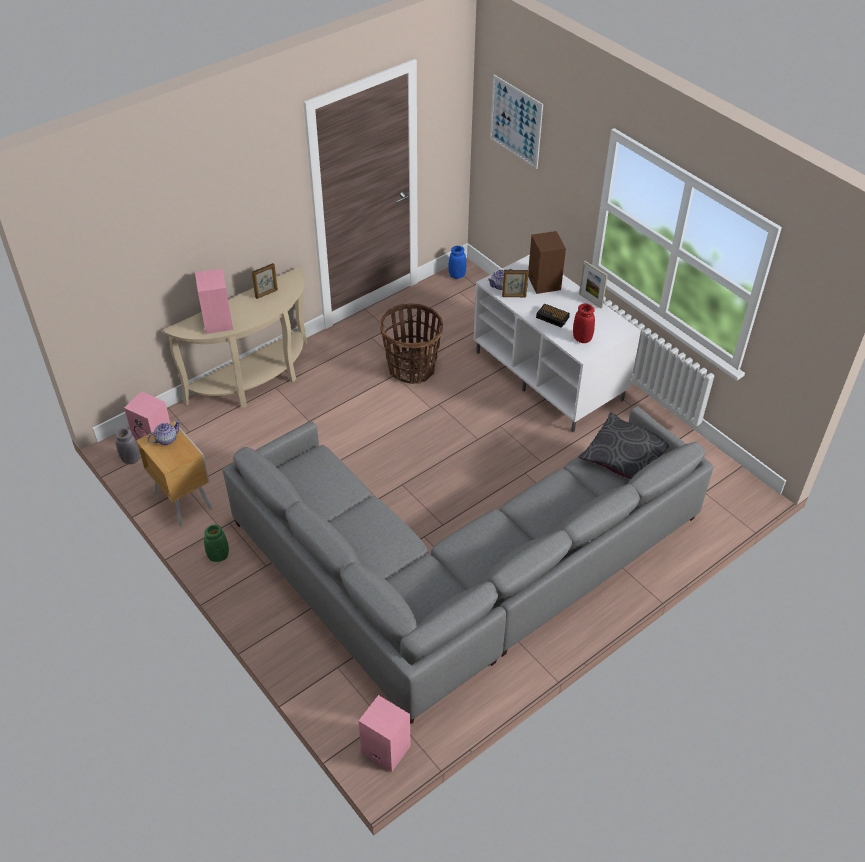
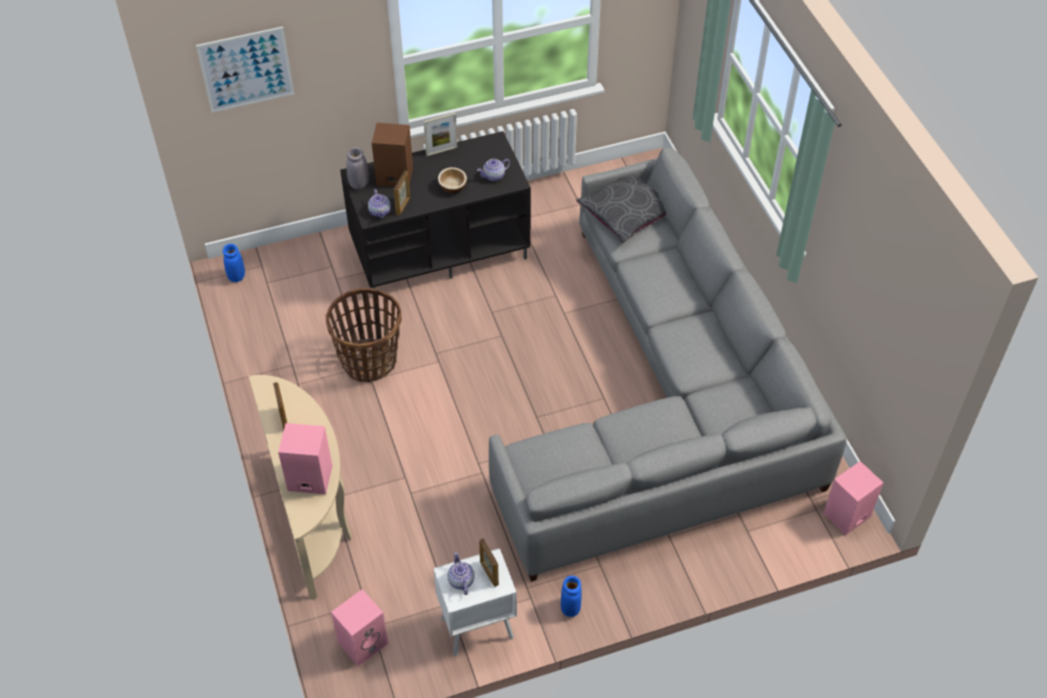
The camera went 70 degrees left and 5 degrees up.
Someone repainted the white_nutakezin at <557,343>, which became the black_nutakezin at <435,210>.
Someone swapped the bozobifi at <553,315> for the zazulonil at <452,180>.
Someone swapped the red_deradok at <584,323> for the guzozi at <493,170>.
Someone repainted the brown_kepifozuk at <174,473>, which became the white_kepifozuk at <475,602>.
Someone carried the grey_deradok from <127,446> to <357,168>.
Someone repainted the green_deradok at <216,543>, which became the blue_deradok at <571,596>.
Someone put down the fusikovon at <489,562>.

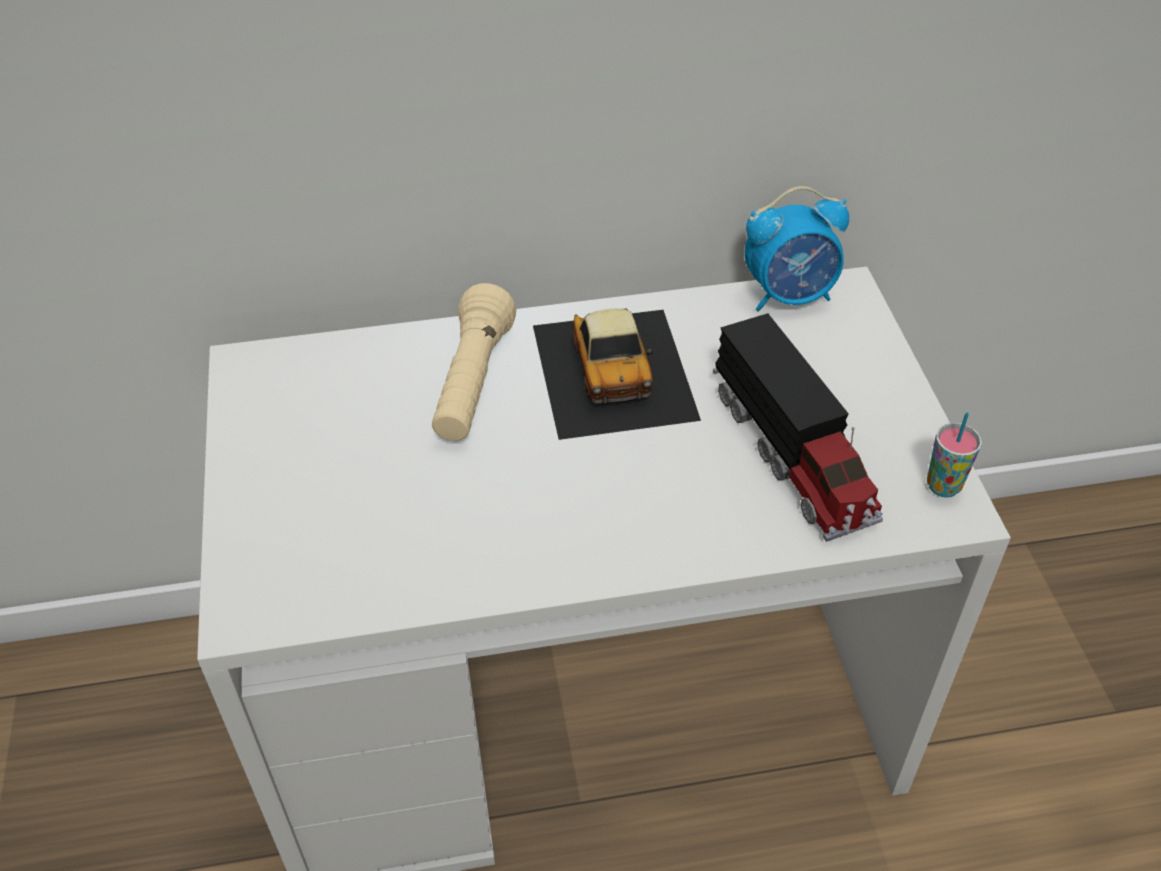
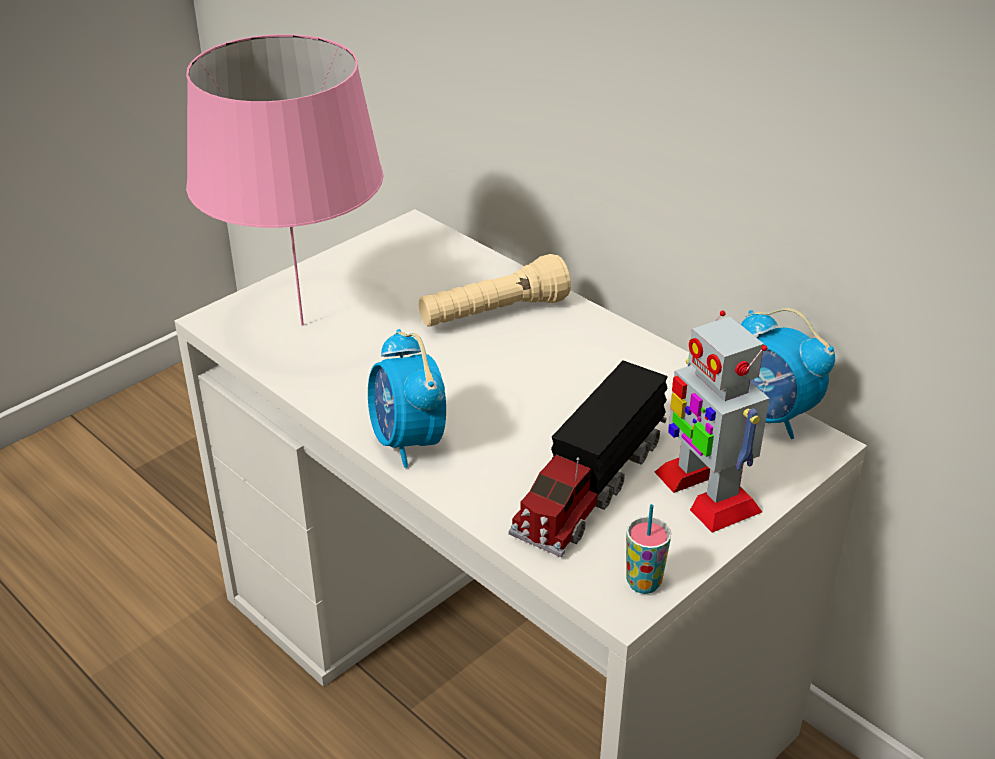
The camera went 55 degrees right and 10 degrees down.
Someone took away the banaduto at <617,374>.
Someone put down the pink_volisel at <284,180>.
Someone put down the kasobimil at <712,421>.
Someone put down the bozobifi at <407,398>.

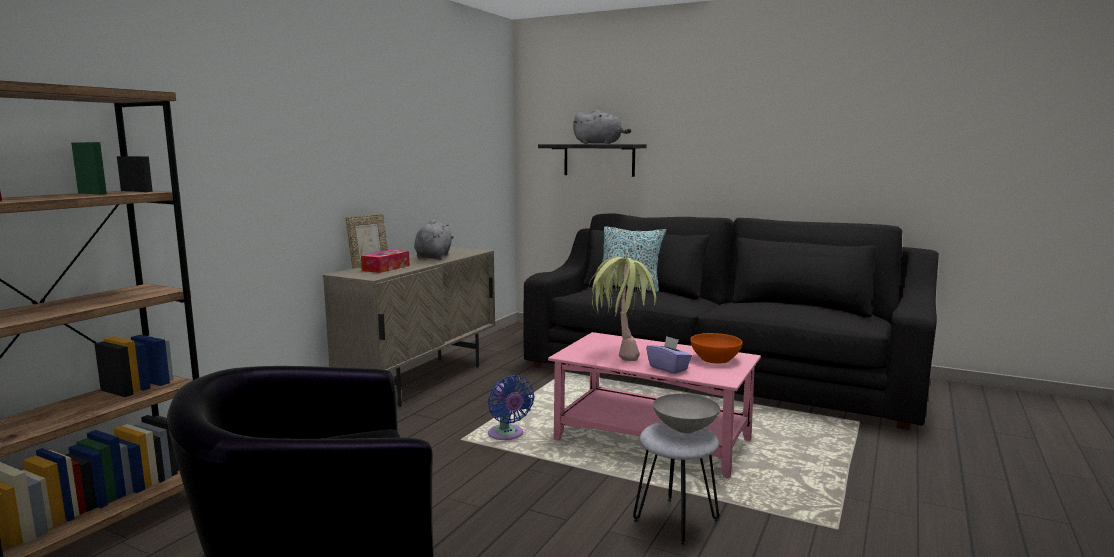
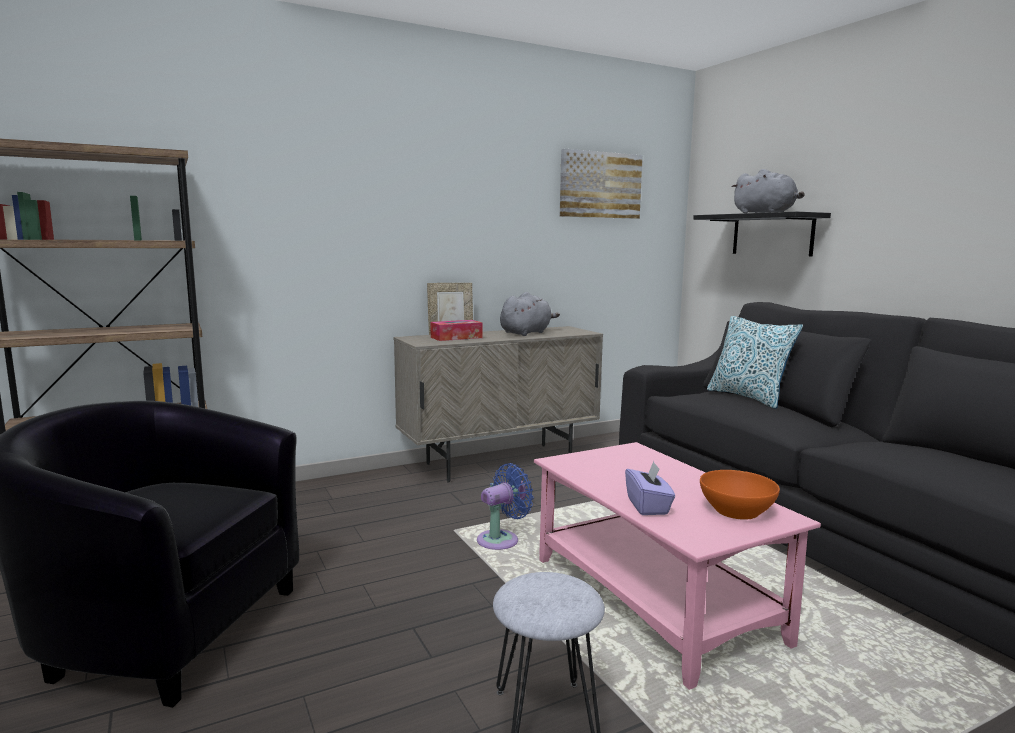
The camera went 35 degrees right and 0 degrees up.
Someone took away the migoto at <622,308>.
Someone rotated the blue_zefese at <511,407> by 135 degrees counterclockwise.
Someone took away the grey_zazulonil at <686,413>.
Someone put up the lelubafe at <601,184>.

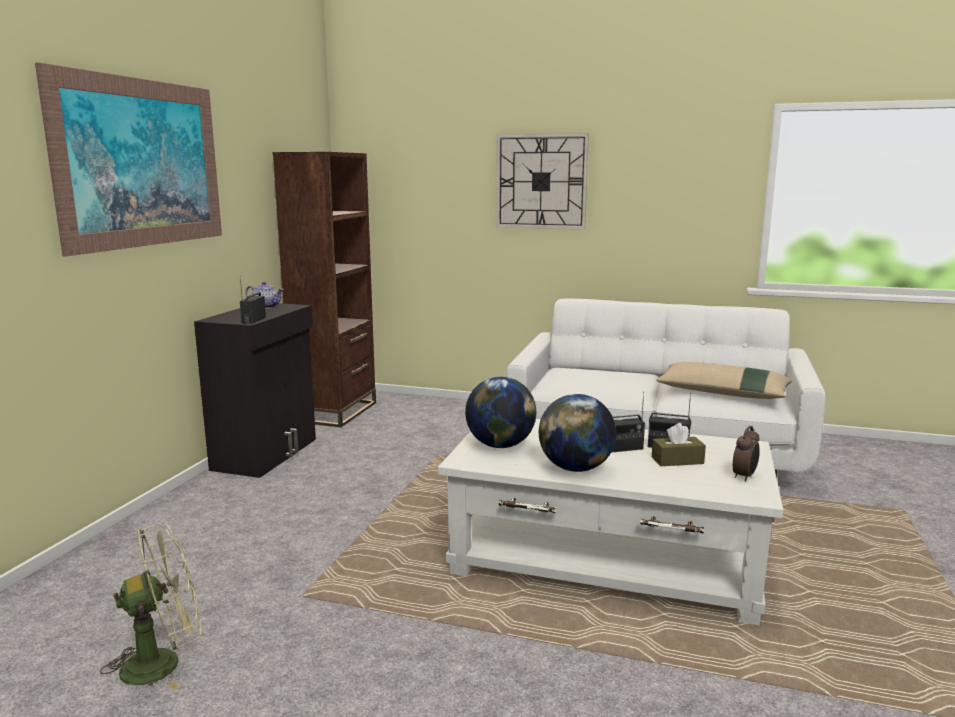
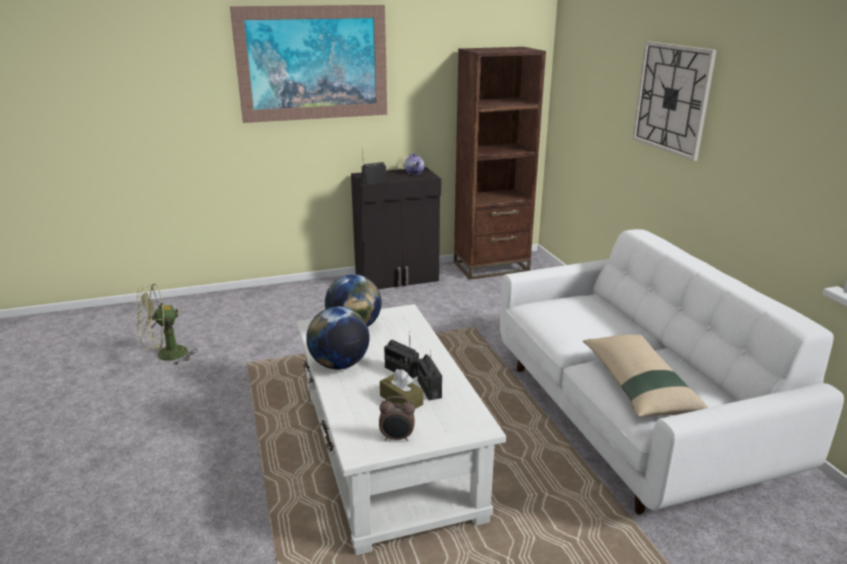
The camera went 55 degrees right and 10 degrees up.
Someone rotated the green_zefese at <150,607> by 120 degrees clockwise.

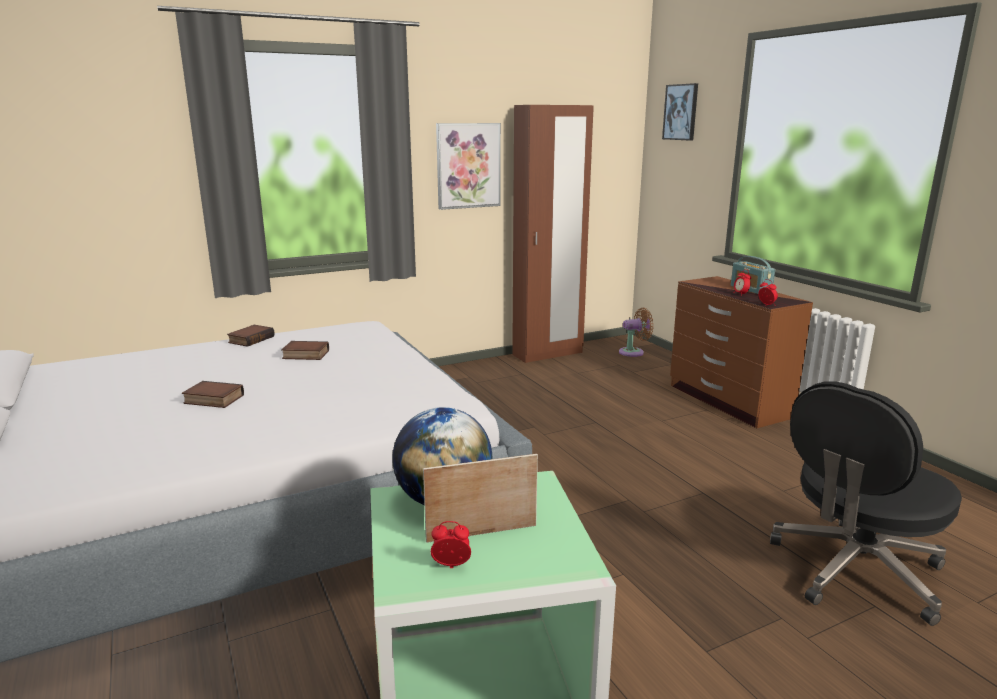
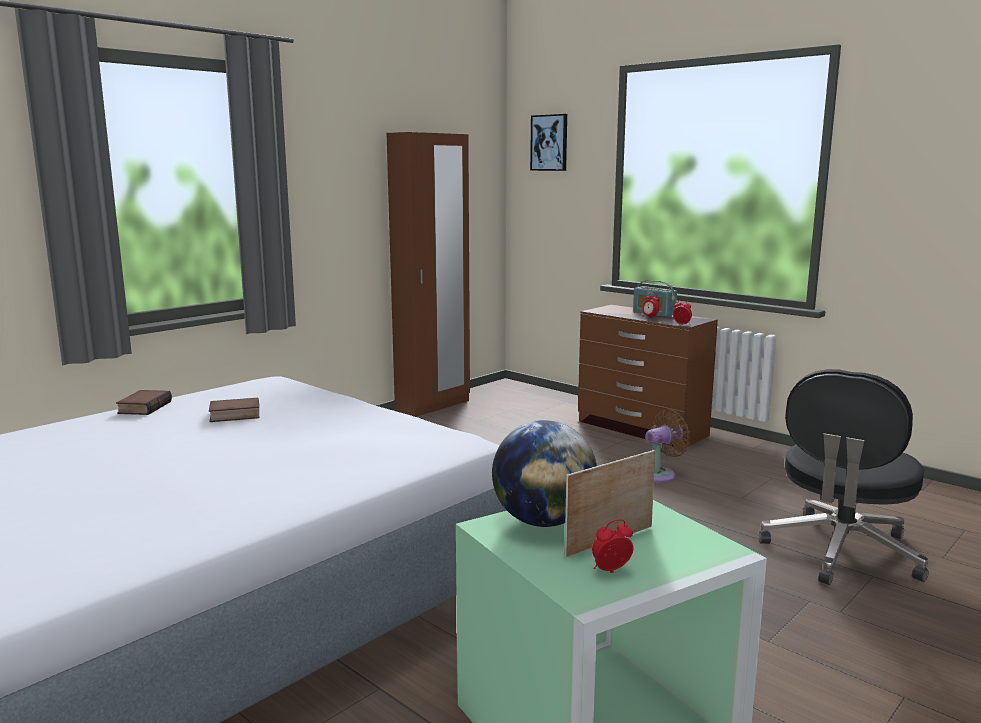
The camera went 20 degrees left and 5 degrees down.
Someone took away the lelubafe at <468,166>.
Someone carried the brown_zefese from <636,332> to <668,446>.
Someone took away the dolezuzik at <213,394>.

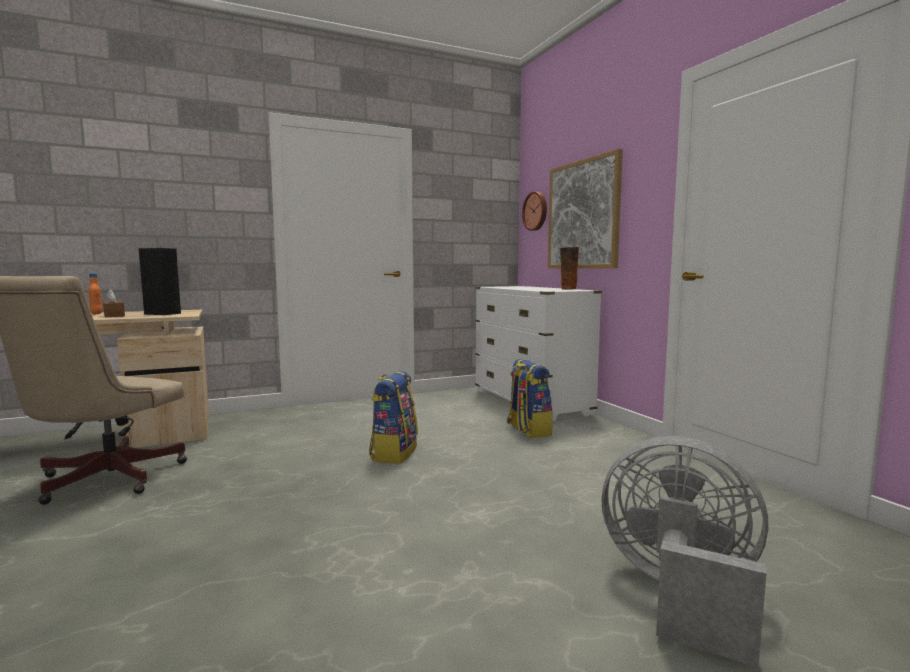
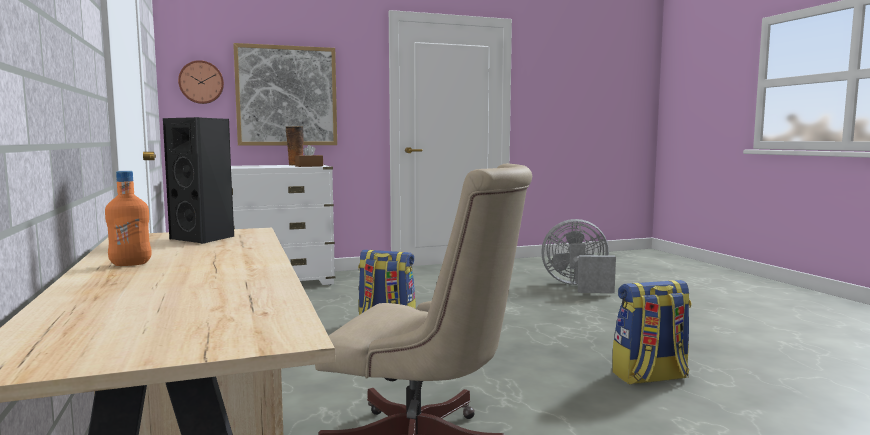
The camera went 85 degrees left and 0 degrees up.
Someone carried the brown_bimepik from <114,303> to <309,156>.
Someone carried the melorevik from <530,398> to <651,332>.
Someone rotated the grey_zefese at <684,551> by 60 degrees clockwise.

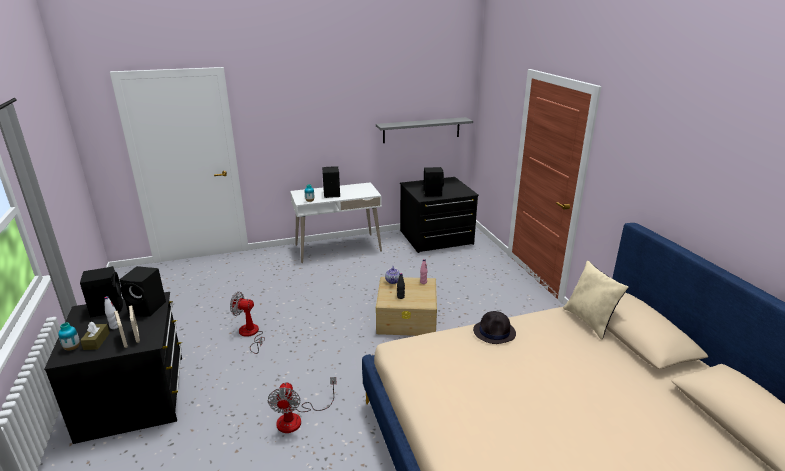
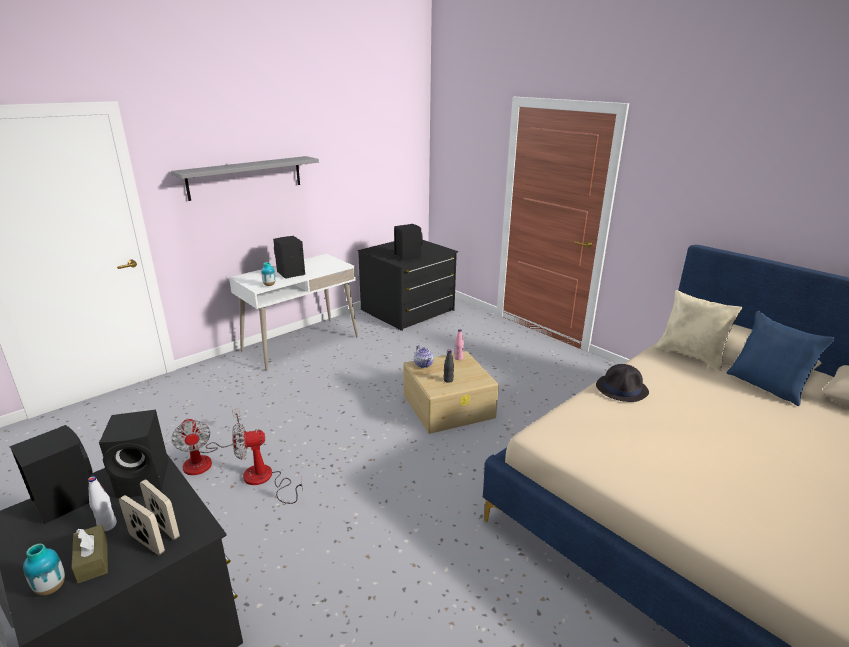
The camera went 25 degrees left and 0 degrees up.
Someone carried the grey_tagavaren from <424,130> to <245,178>.
Someone carried the zefese from <302,405> to <205,441>.
Someone put down the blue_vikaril at <780,358>.

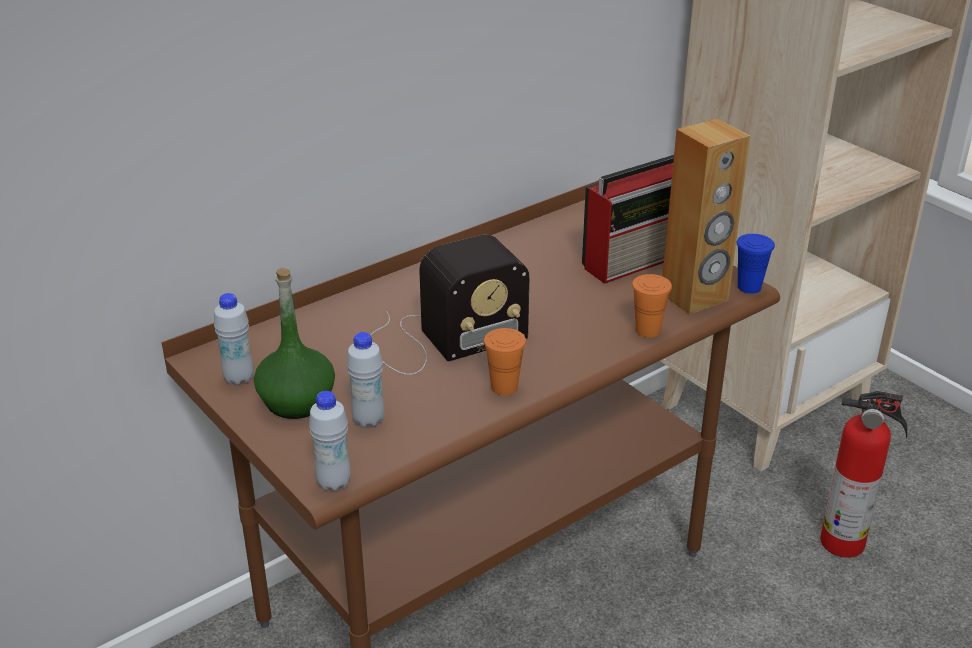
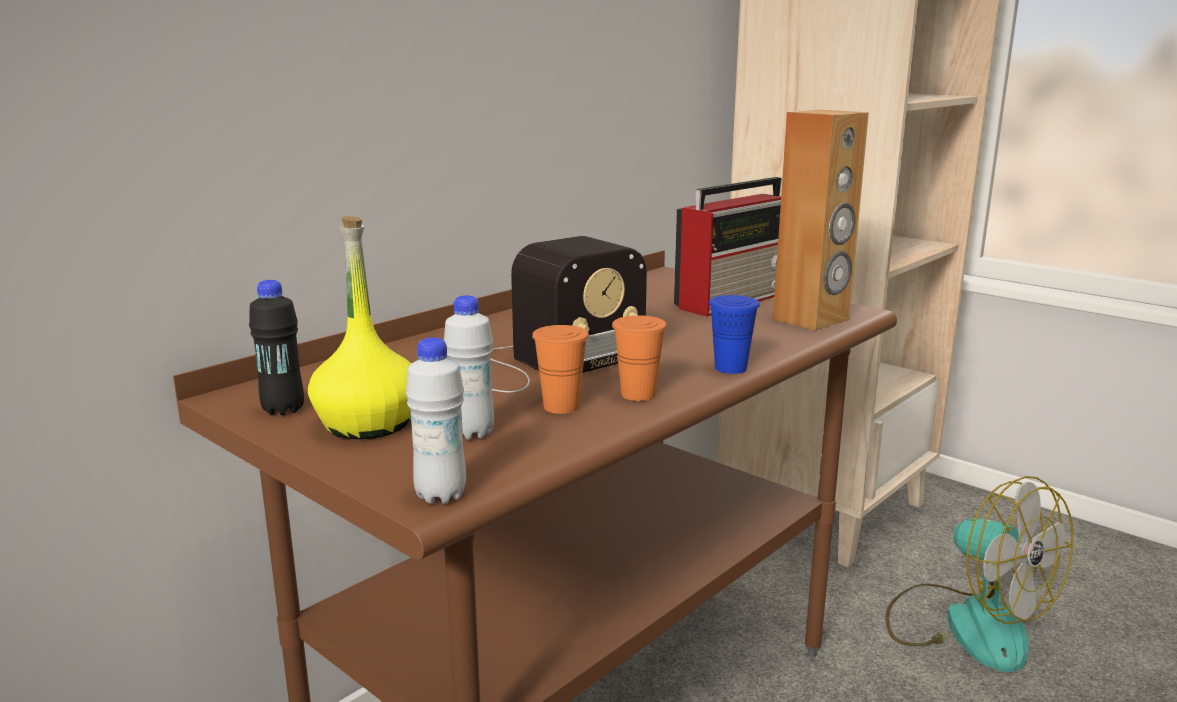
The camera went 10 degrees left and 15 degrees down.
Someone carried the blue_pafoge from <755,264> to <734,334>.
Someone repainted the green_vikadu at <294,343>, which became the yellow_vikadu at <359,327>.
Someone carried the orange_pafoge from <652,305> to <560,369>.
Someone repainted the white_vikadu at <234,339>, which became the black_vikadu at <276,347>.
Someone swapped the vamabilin at <863,474> for the zefese at <979,574>.

